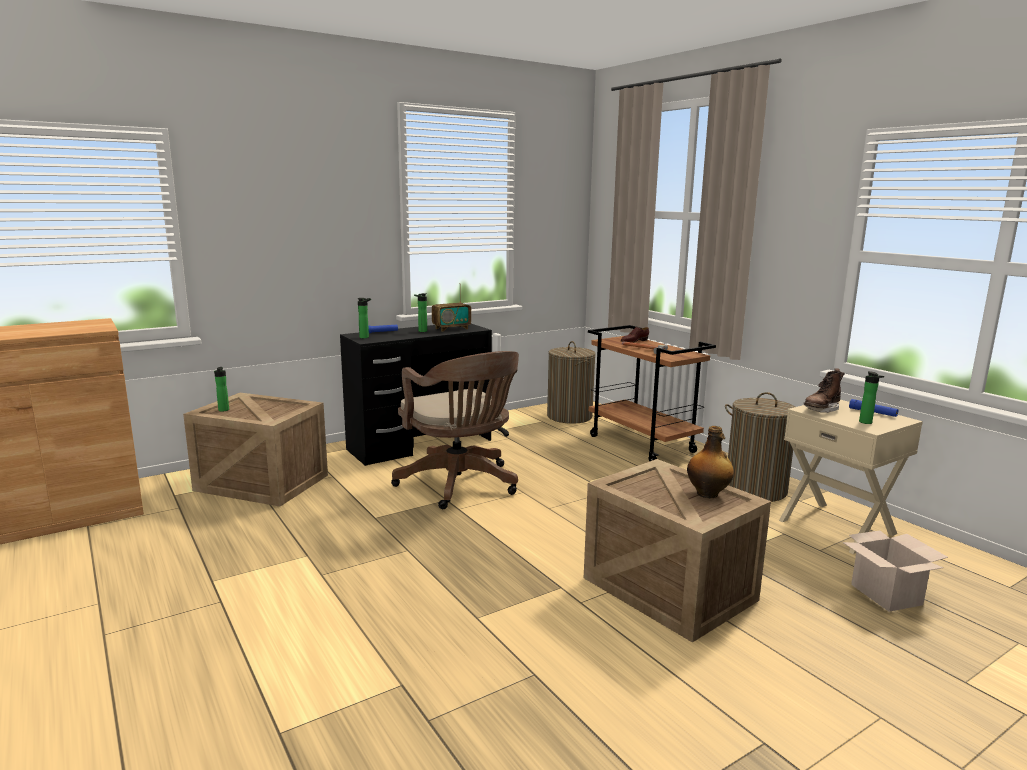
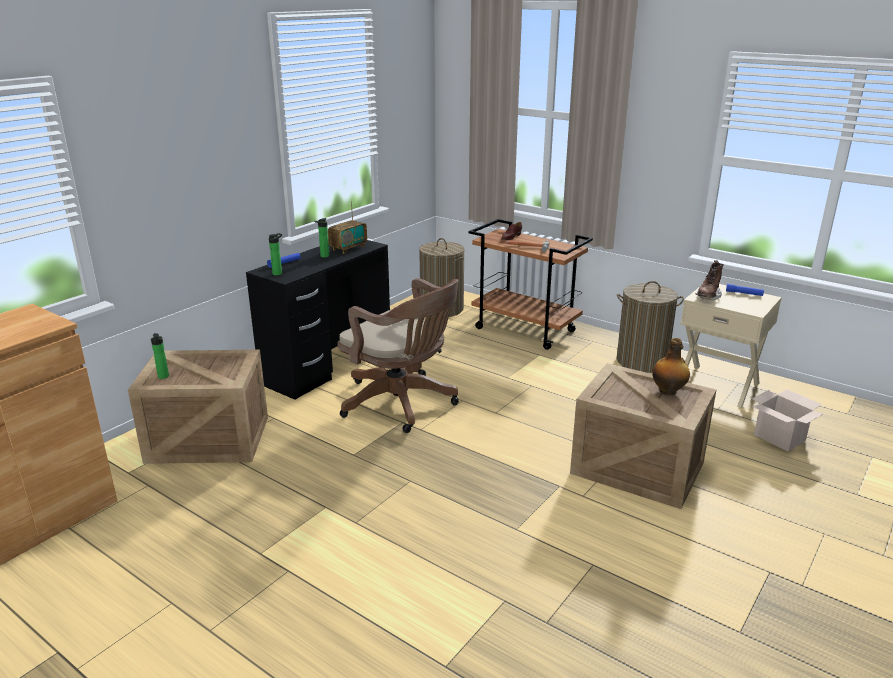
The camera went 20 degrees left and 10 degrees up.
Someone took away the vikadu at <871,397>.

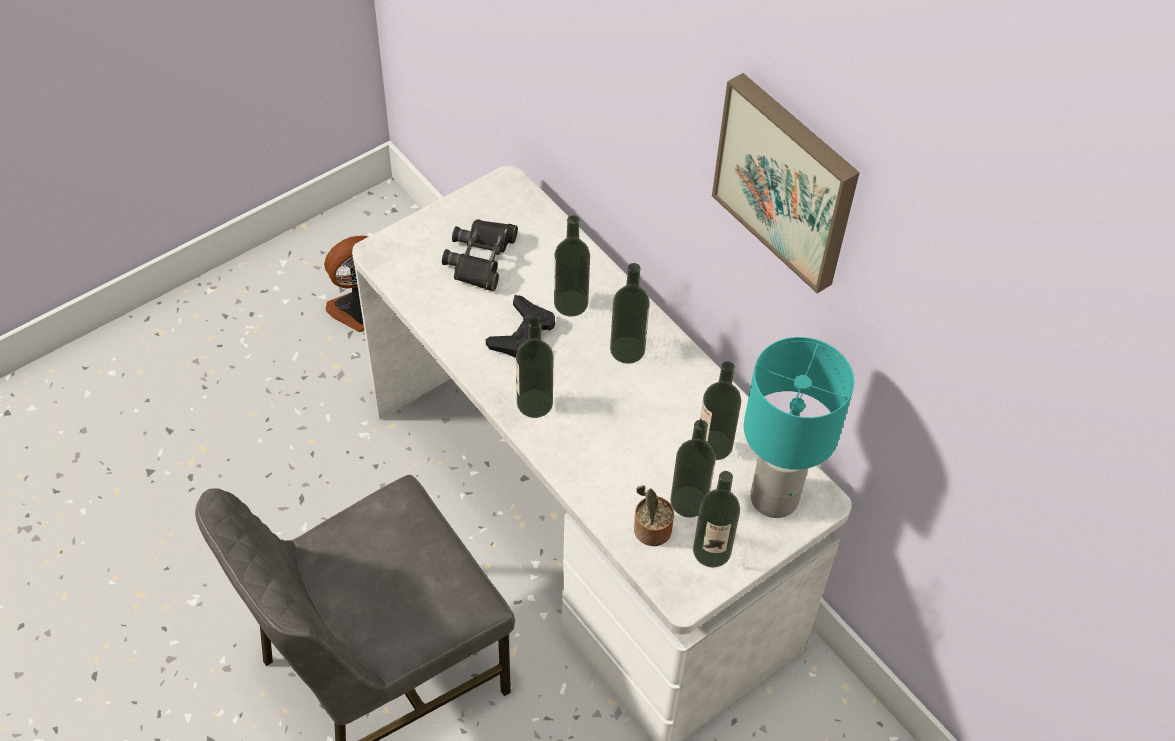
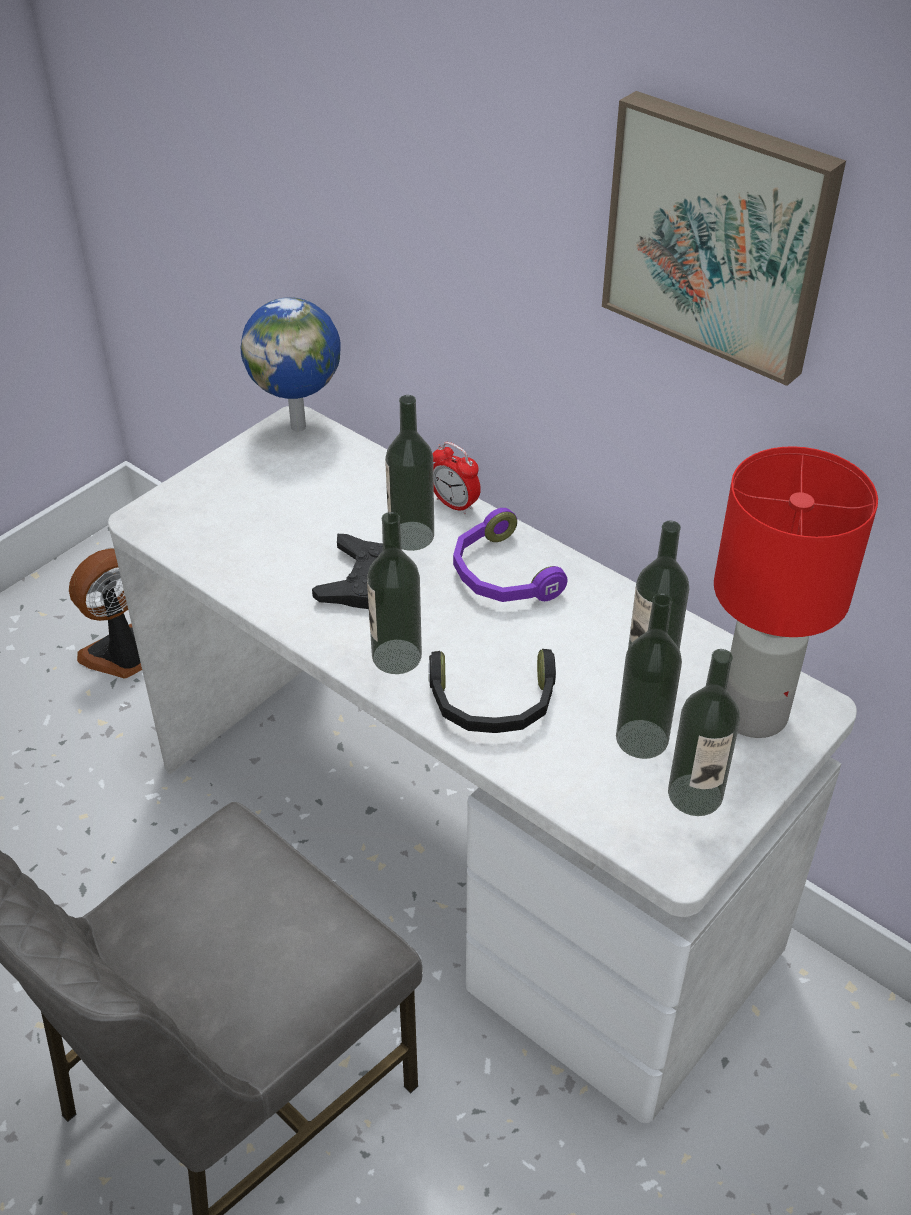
The camera went 10 degrees left and 10 degrees down.
Someone took away the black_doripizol at <480,255>.
Someone swapped the vikadu at <630,313> for the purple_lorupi at <510,555>.
Someone repainted the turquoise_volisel at <799,427>, which became the red_volisel at <796,592>.
Someone took away the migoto at <654,515>.
Someone put down the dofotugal at <291,364>.
Someone put down the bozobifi at <456,478>.
Someone put down the black_lorupi at <492,691>.

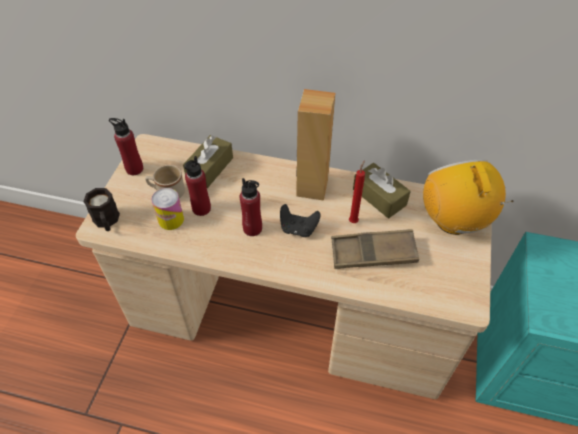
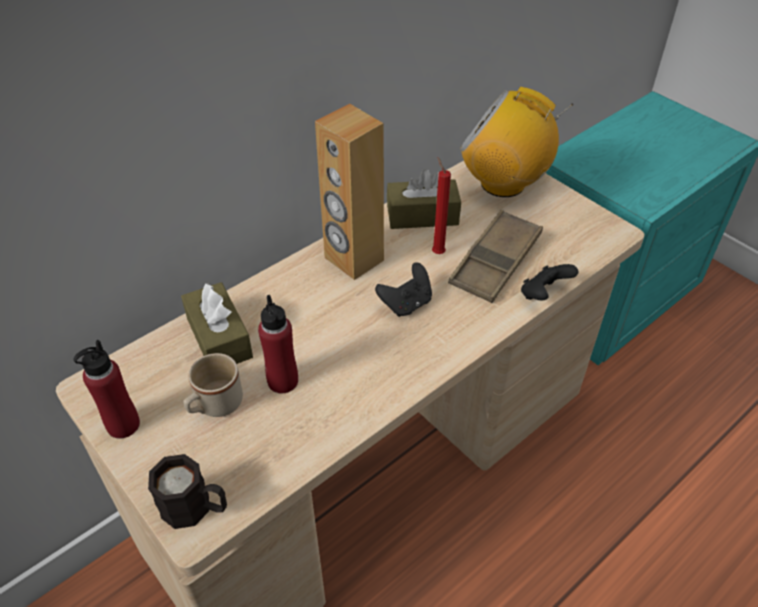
The camera went 55 degrees left and 5 degrees down.
Someone took away the red_vikadu at <251,207>.
Someone took away the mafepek at <167,209>.
Someone put down the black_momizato at <550,282>.

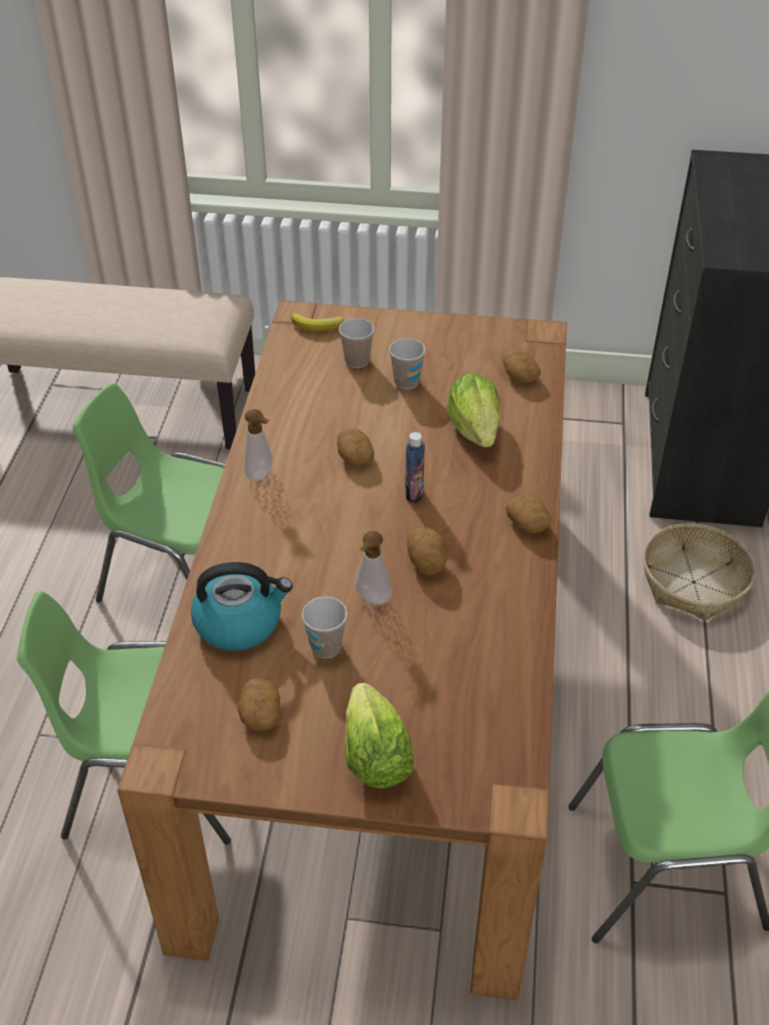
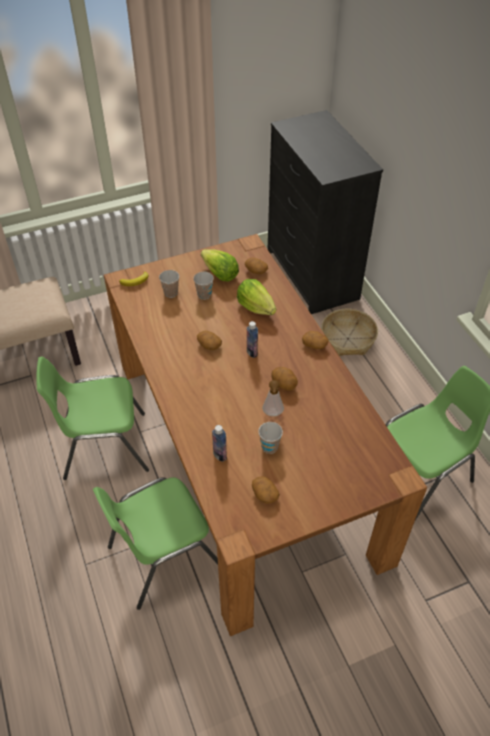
The camera went 30 degrees left and 5 degrees up.
Someone took away the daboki at <258,445>.
Someone swapped the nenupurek at <242,606> for the vikadu at <219,443>.
Someone carried the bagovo from <379,736> to <220,265>.

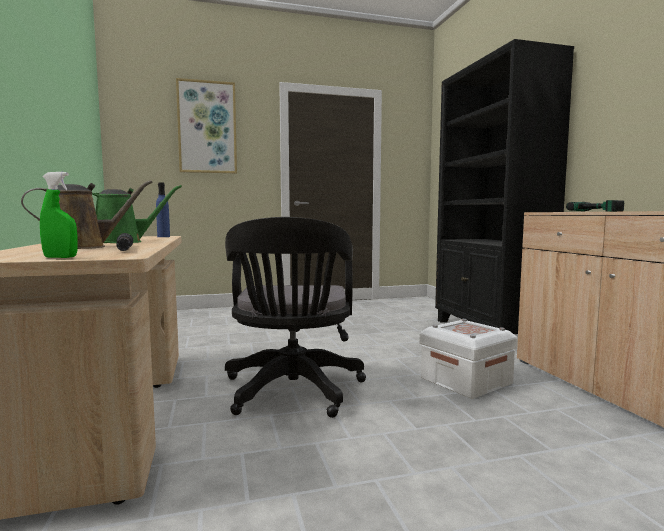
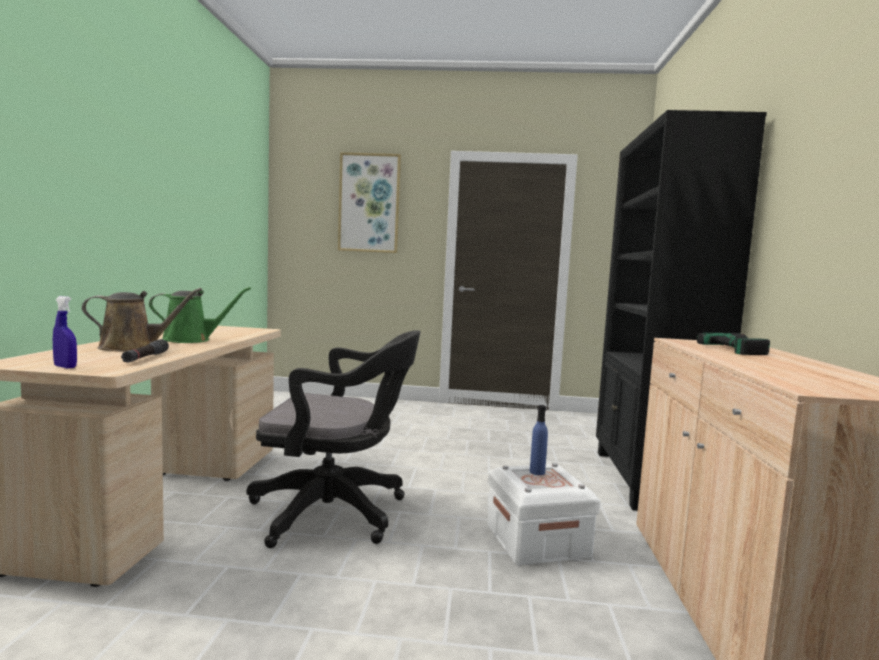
The camera went 20 degrees right and 0 degrees up.
Someone repainted the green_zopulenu at <59,215>, which became the blue_zopulenu at <65,332>.
Someone carried the blue_vikadu from <163,210> to <539,440>.
Someone rotated the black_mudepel at <295,317> by 105 degrees counterclockwise.

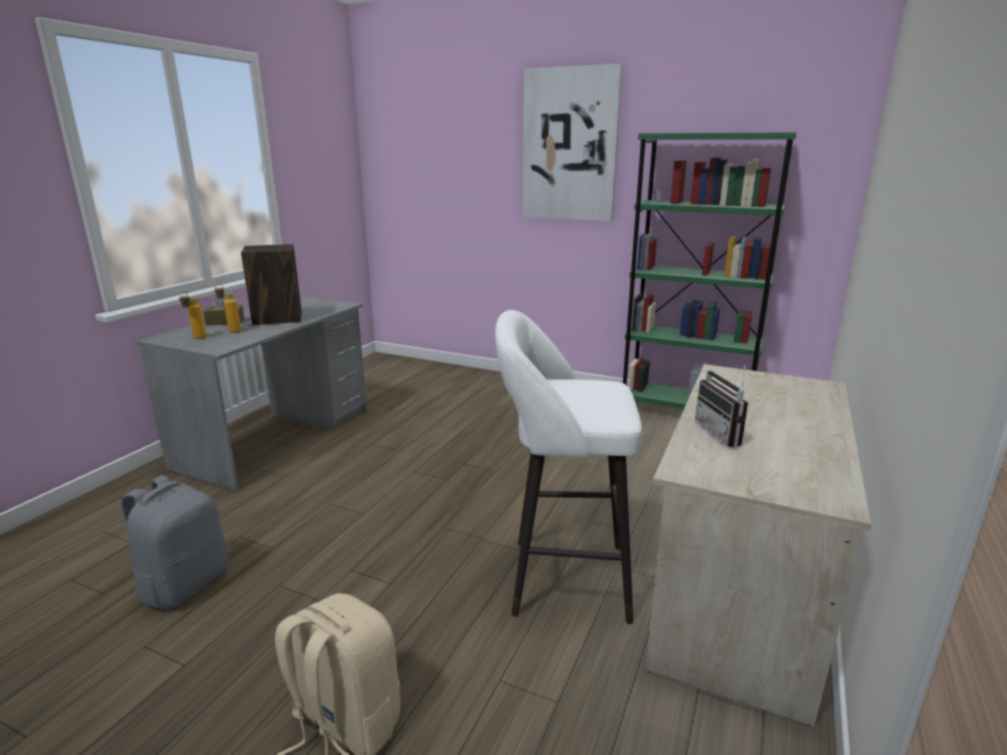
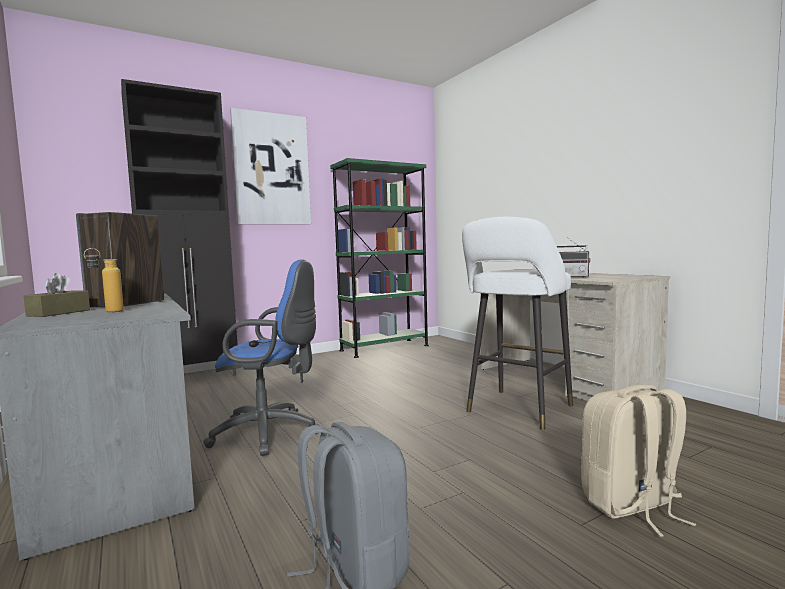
The camera went 55 degrees left and 15 degrees down.
Someone took away the vikadu at <192,315>.
Someone put down the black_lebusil at <179,227>.
Someone put down the blue_mudepel at <261,357>.

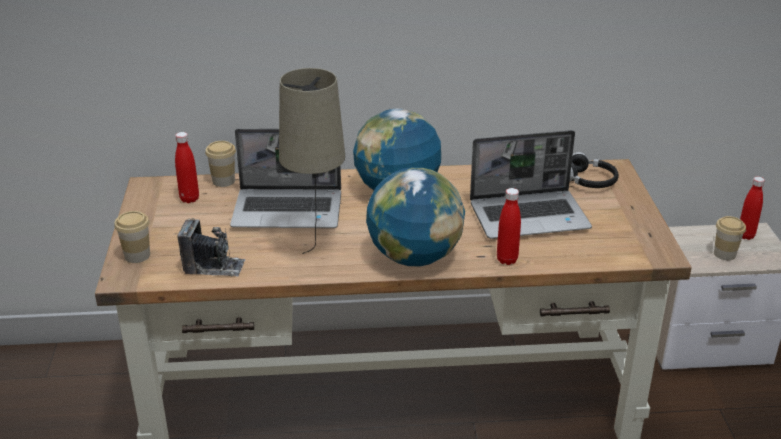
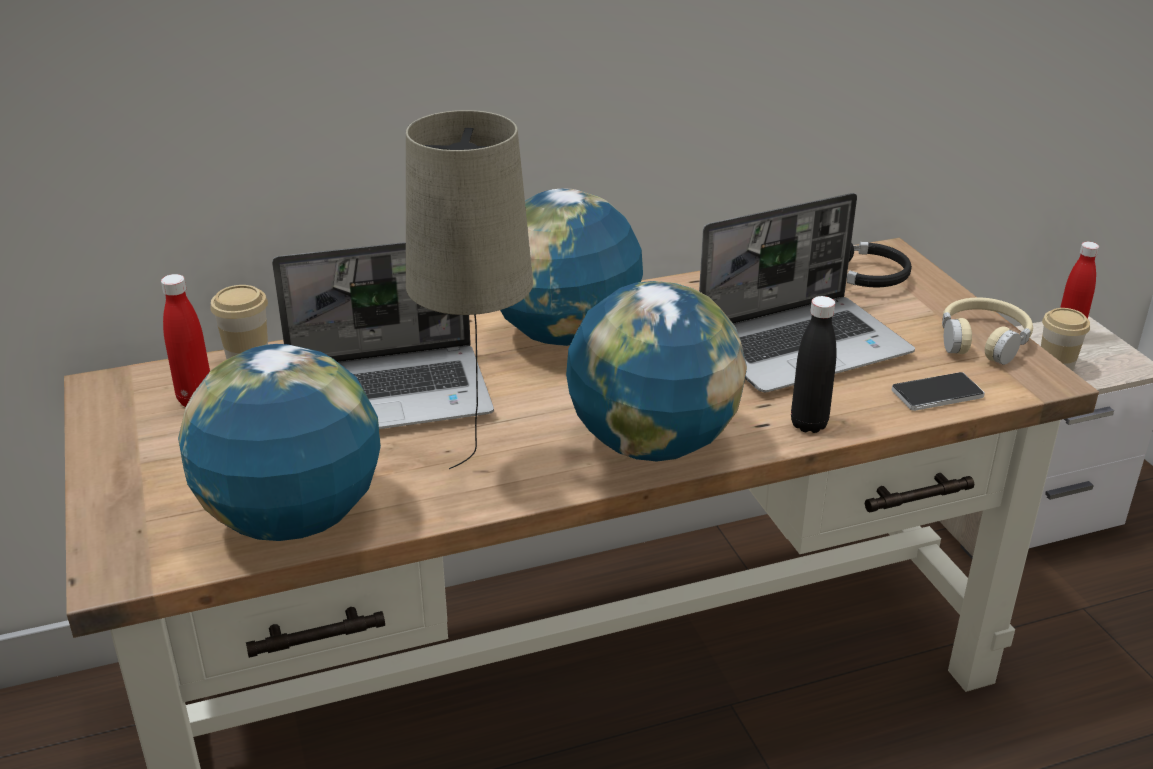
The camera went 15 degrees left and 0 degrees up.
Someone repainted the red_vikadu at <509,226>, which became the black_vikadu at <813,364>.
Someone took away the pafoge at <132,237>.
Someone swapped the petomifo at <211,247> for the dofotugal at <279,442>.
Someone put down the beige_lorupi at <987,331>.
Someone put down the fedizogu at <938,391>.

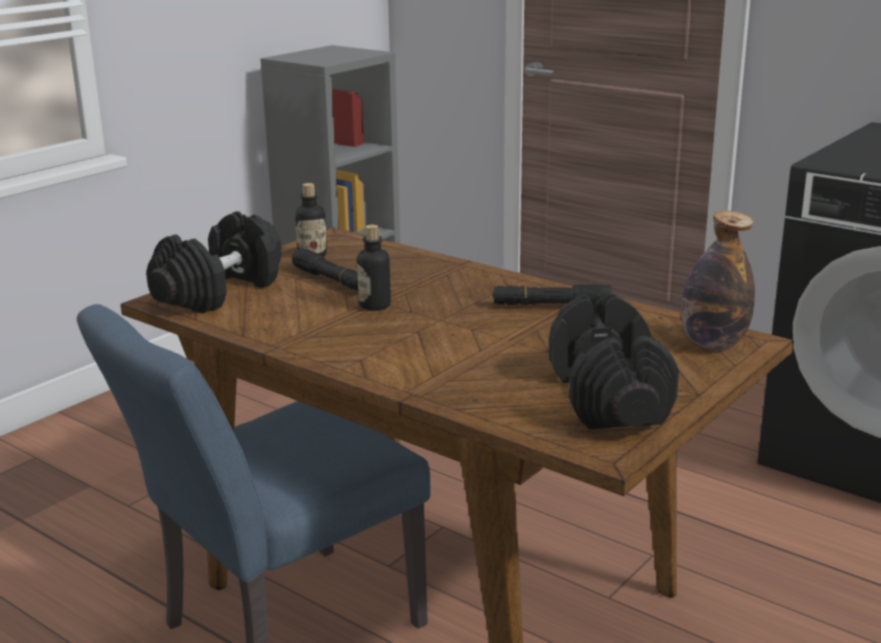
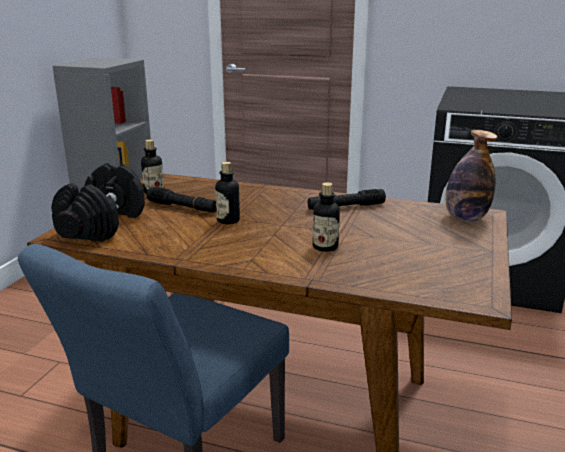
The camera went 20 degrees left and 0 degrees up.
Someone took away the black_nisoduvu at <614,361>.
Someone put down the vikadu at <326,217>.

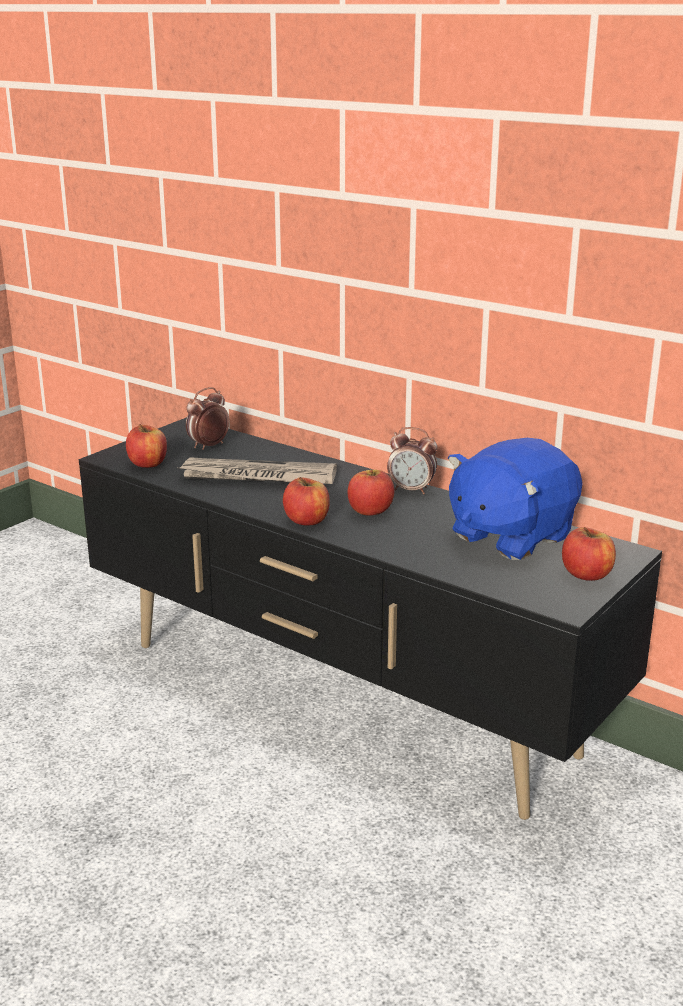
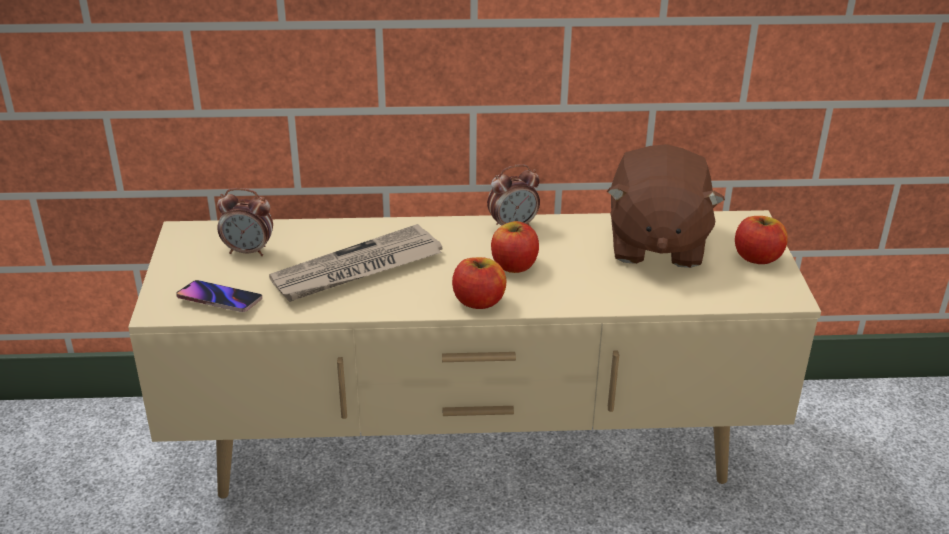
The camera went 40 degrees left and 10 degrees up.
Someone rotated the bozobifi at <208,418> by 90 degrees counterclockwise.
Someone repainted the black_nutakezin at <370,618>, which became the beige_nutakezin at <474,354>.
Someone swapped the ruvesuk at <146,446> for the fedizogu at <219,296>.
Someone repainted the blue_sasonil at <515,499>, which became the brown_sasonil at <666,206>.

